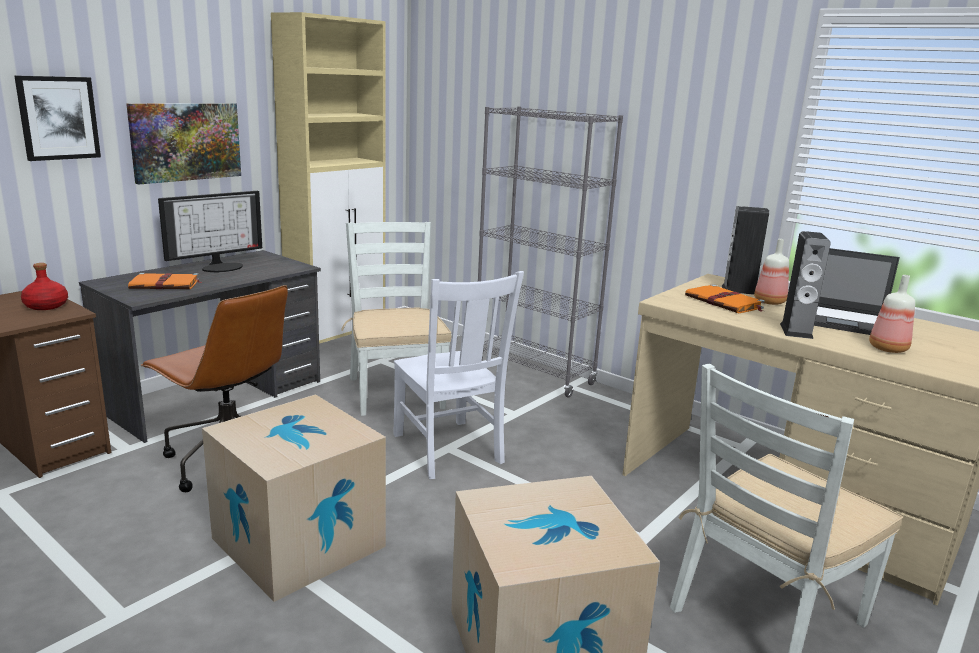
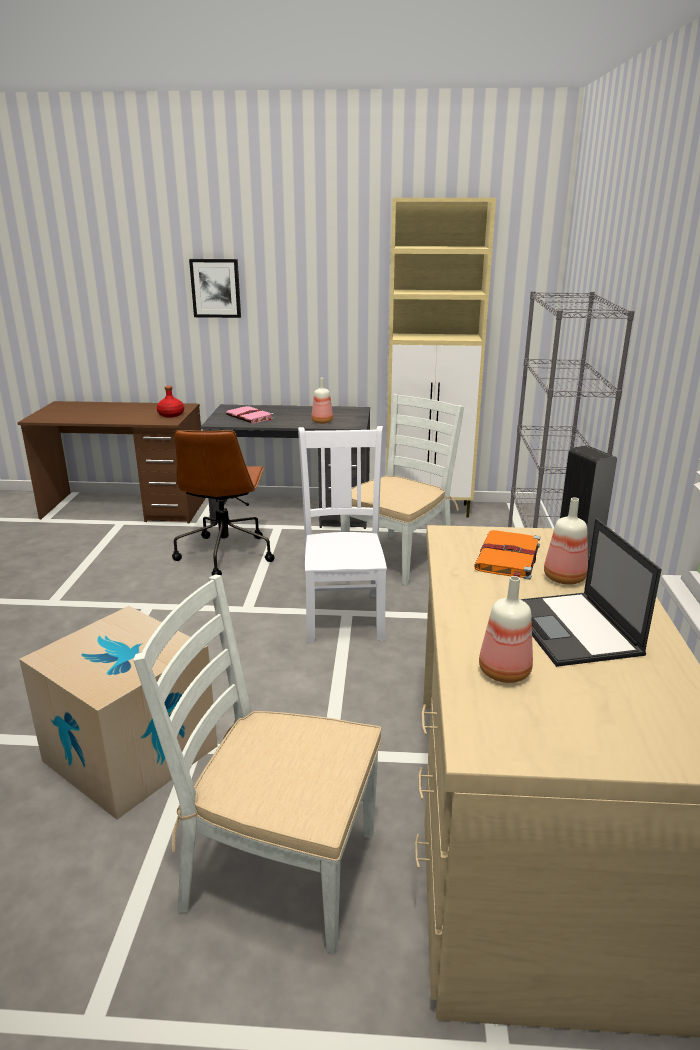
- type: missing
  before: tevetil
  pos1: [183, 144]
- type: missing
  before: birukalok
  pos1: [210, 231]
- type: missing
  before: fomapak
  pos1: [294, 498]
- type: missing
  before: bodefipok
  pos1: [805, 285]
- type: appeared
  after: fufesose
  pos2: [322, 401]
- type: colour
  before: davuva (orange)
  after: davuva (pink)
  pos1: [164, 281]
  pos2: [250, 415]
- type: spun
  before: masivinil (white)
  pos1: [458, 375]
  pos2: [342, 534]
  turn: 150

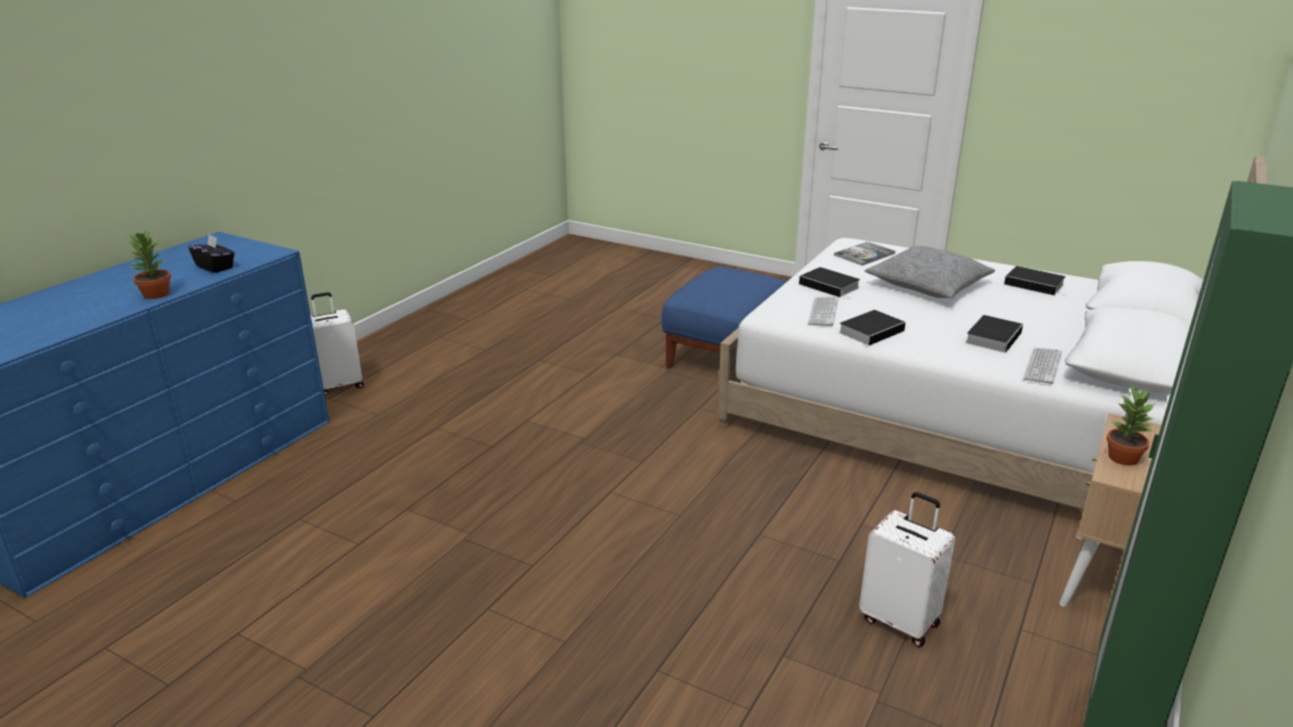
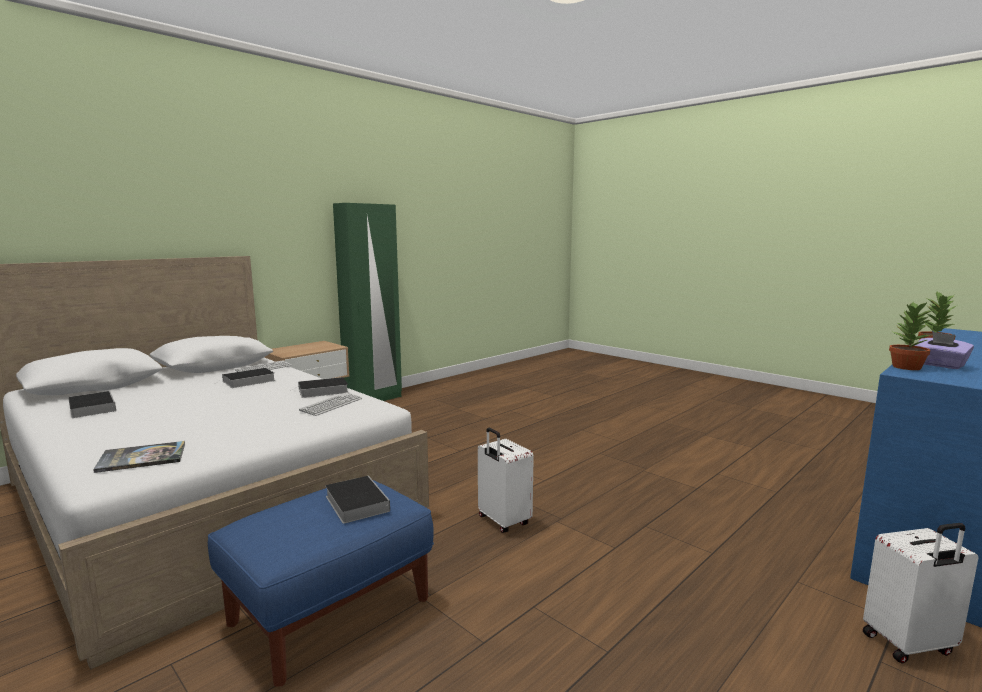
- type: missing
  before: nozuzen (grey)
  pos1: [930, 272]
- type: relocated
  before: davuva
  pos1: [829, 283]
  pos2: [357, 500]
- type: relocated
  before: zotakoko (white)
  pos1: [907, 569]
  pos2: [506, 480]
- type: relocated
  before: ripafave
  pos1: [1130, 425]
  pos2: [911, 335]
- type: colour
  before: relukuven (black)
  after: relukuven (purple)
  pos1: [212, 254]
  pos2: [944, 350]

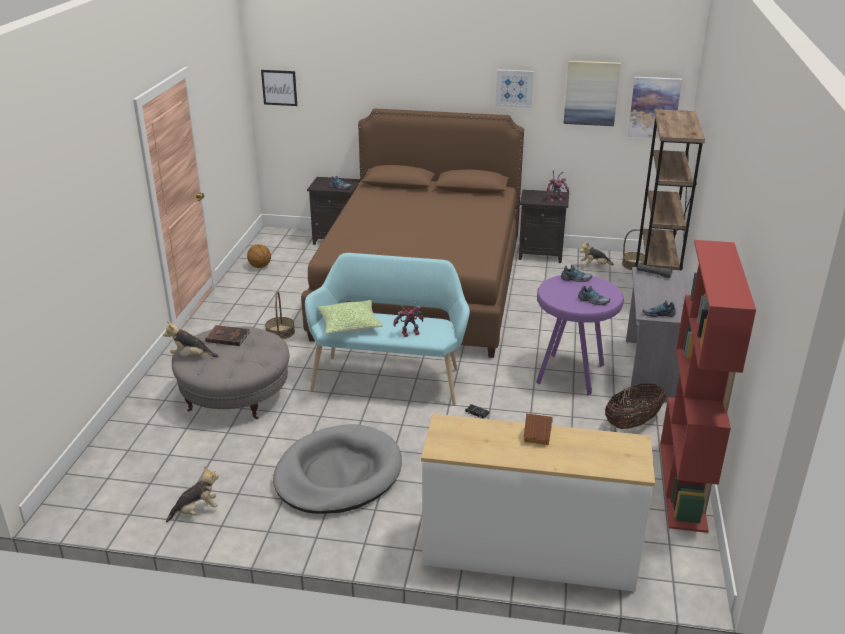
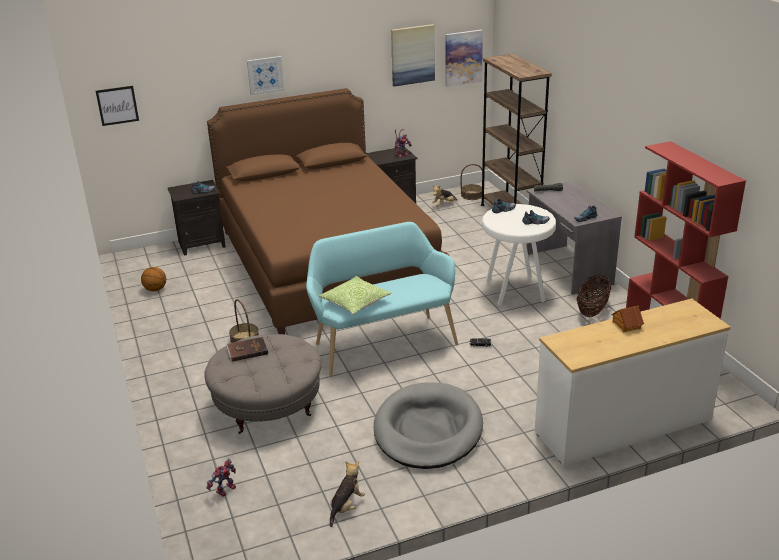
- type: missing
  before: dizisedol
  pos1: [191, 339]
- type: relocated
  before: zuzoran
  pos1: [408, 319]
  pos2: [221, 477]
- type: relocated
  before: tevetil
  pos1: [514, 89]
  pos2: [265, 75]
- type: colour
  before: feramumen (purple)
  after: feramumen (white)
  pos1: [580, 335]
  pos2: [519, 255]

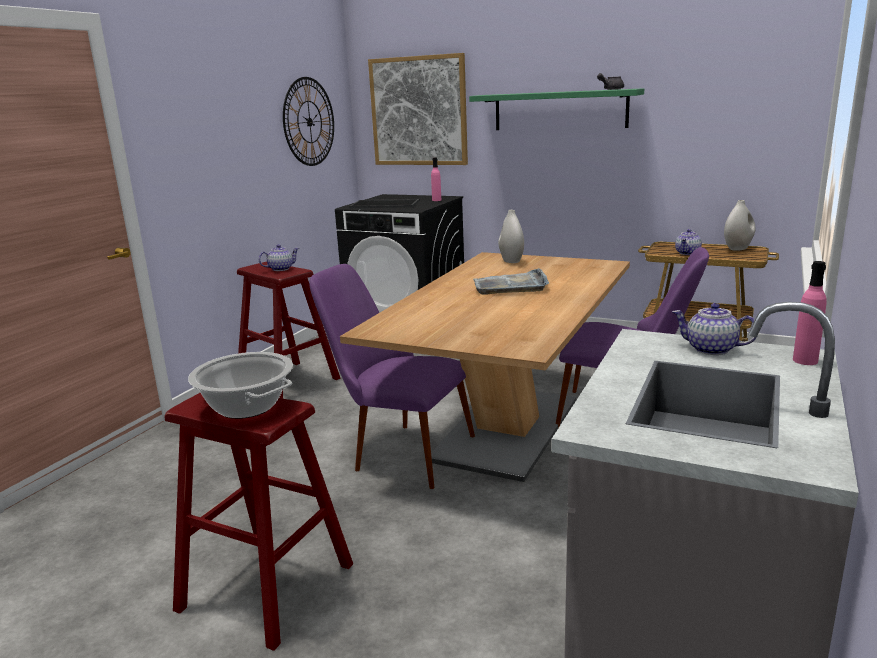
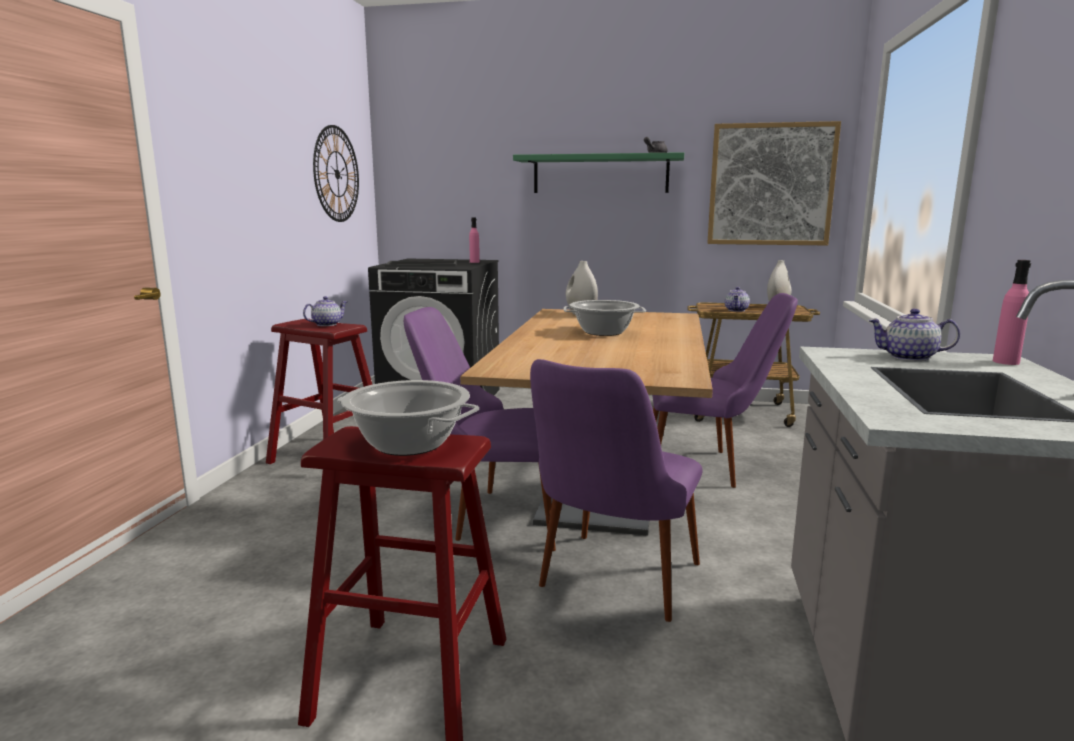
- type: appeared
  after: masivinil (purple)
  pos2: [616, 490]
- type: relocated
  before: tevetil
  pos1: [418, 109]
  pos2: [774, 183]
- type: exchanged
  before: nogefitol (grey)
  after: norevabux
  pos1: [511, 281]
  pos2: [605, 318]

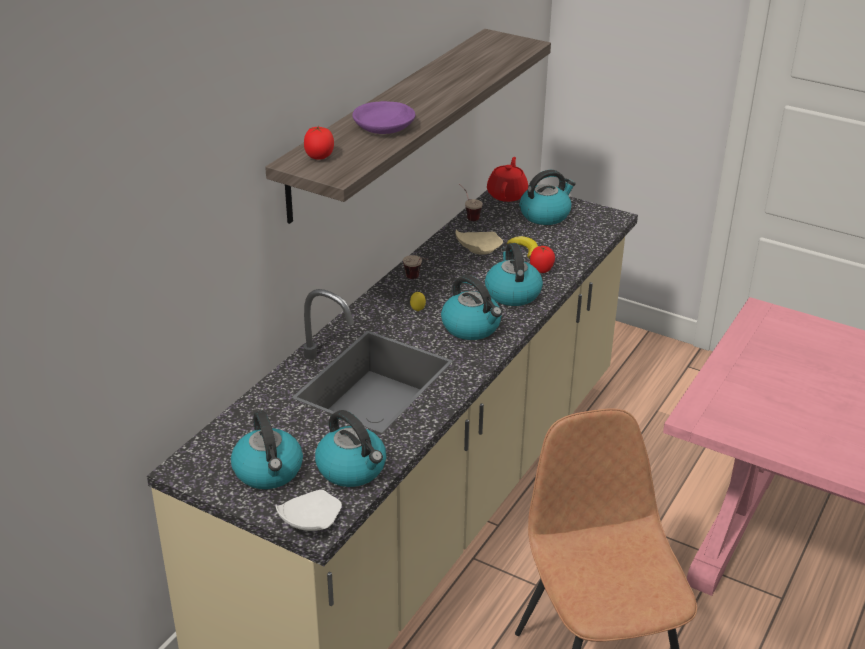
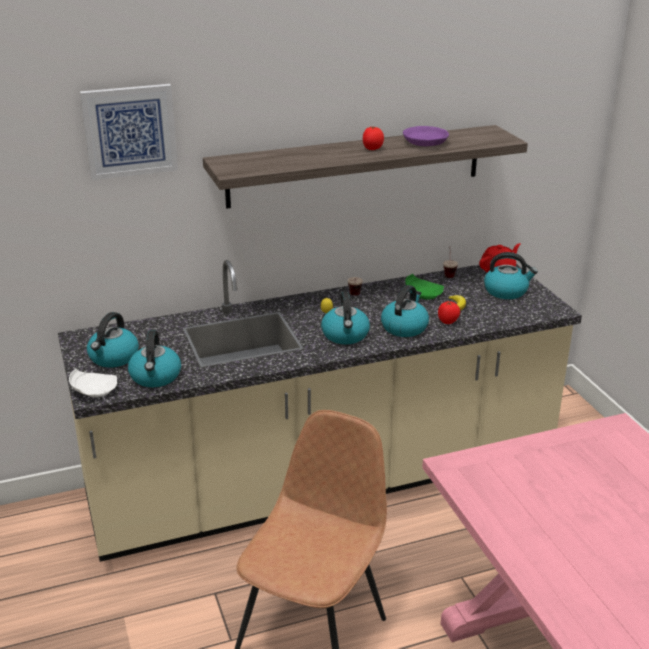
- type: appeared
  after: tevetil
  pos2: [129, 132]
- type: relocated
  before: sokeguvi
  pos1: [319, 143]
  pos2: [373, 138]
- type: relocated
  before: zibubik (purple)
  pos1: [383, 117]
  pos2: [426, 136]
- type: colour
  before: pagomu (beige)
  after: pagomu (green)
  pos1: [479, 242]
  pos2: [424, 287]

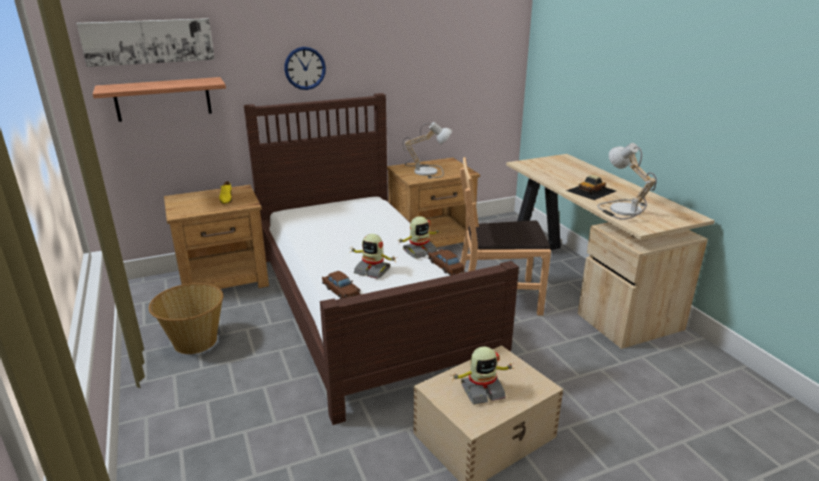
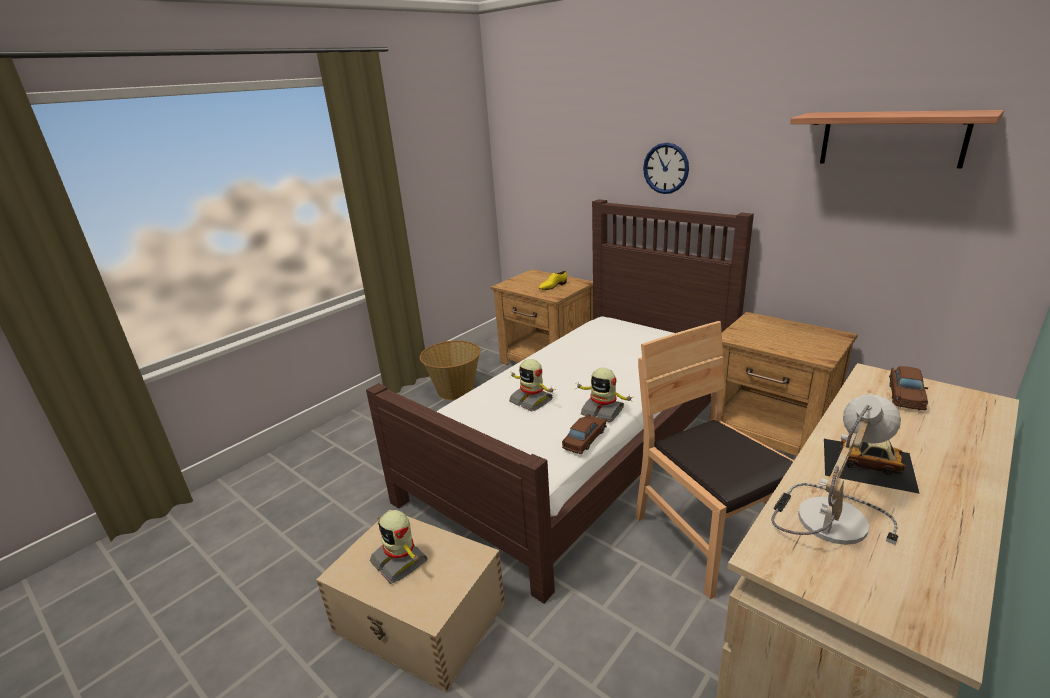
- type: missing
  before: tevetil
  pos1: [146, 42]
- type: missing
  before: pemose
  pos1: [427, 150]
- type: relocated
  before: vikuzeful
  pos1: [159, 99]
  pos2: [897, 139]
- type: relocated
  before: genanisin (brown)
  pos1: [341, 285]
  pos2: [908, 388]
- type: spun
  before: zuzoran
  pos1: [373, 256]
  pos2: [532, 385]
  turn: -45

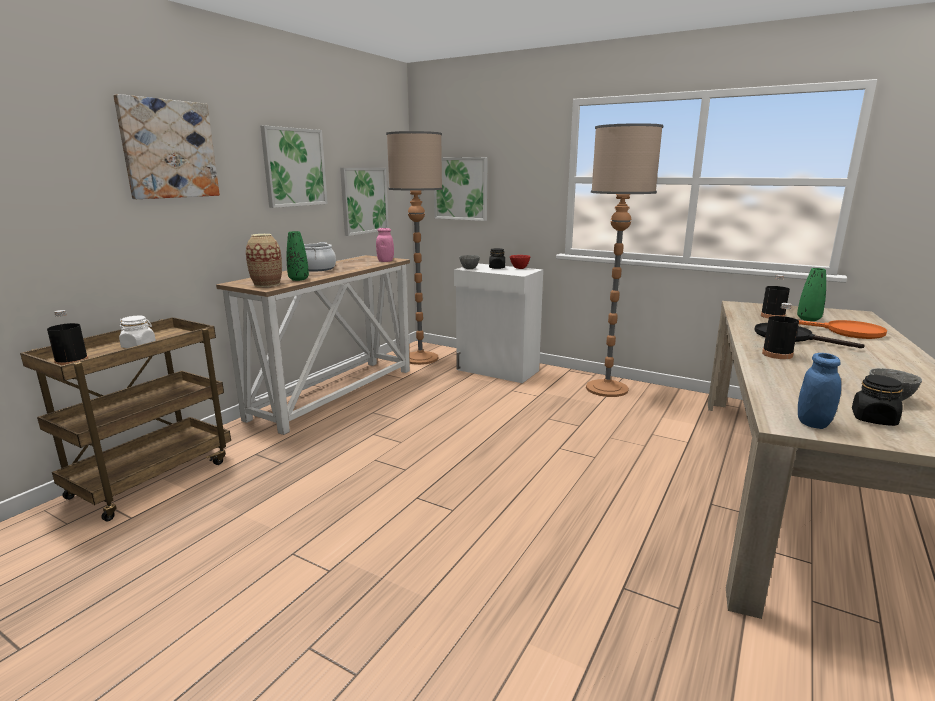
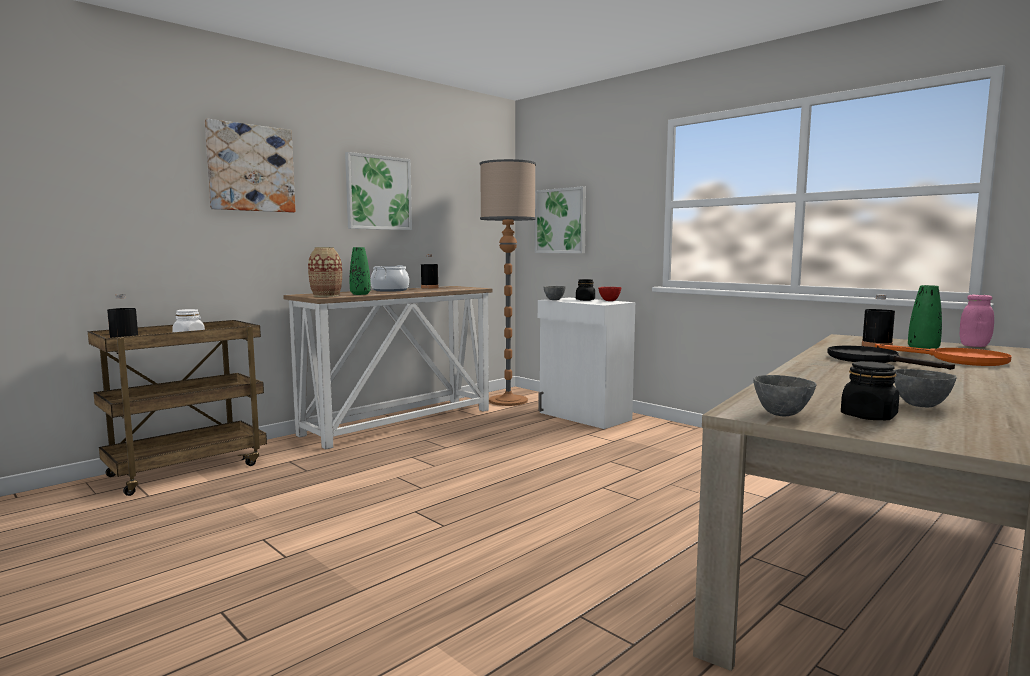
- type: missing
  before: tevetil
  pos1: [364, 202]
- type: missing
  before: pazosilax
  pos1: [624, 260]
- type: relocated
  before: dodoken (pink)
  pos1: [385, 245]
  pos2: [977, 320]
- type: relocated
  before: fufesose (black)
  pos1: [780, 331]
  pos2: [430, 271]
- type: exchanged
  before: dodoken (blue)
  after: zibubik (grey)
  pos1: [819, 391]
  pos2: [784, 395]

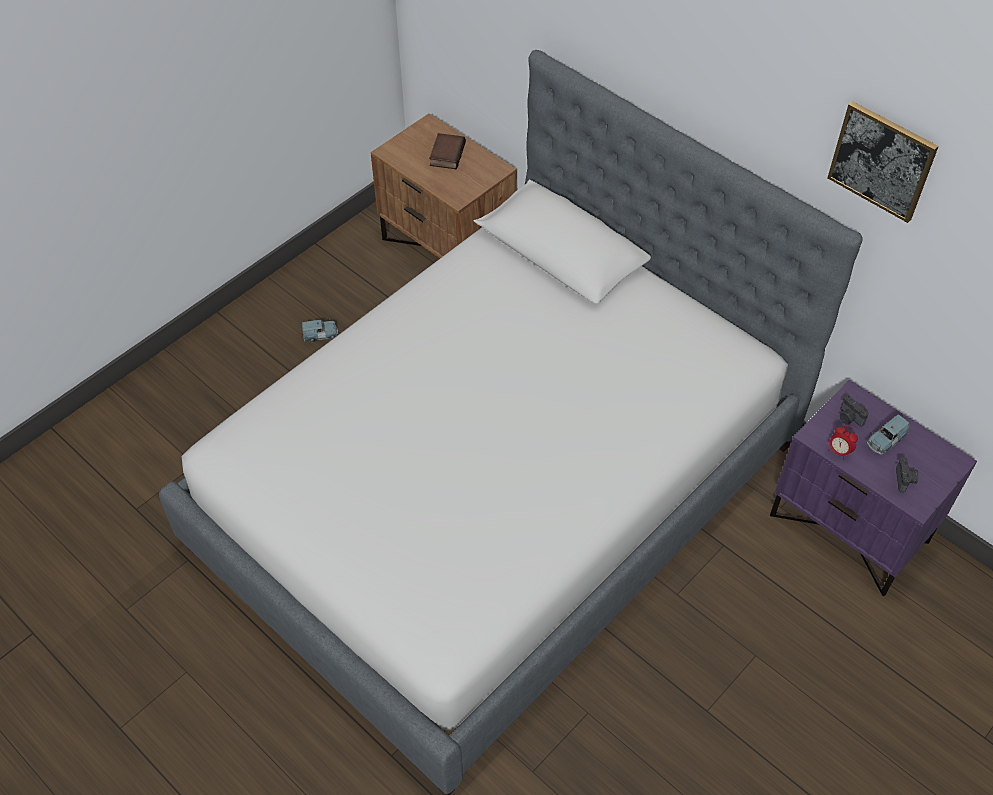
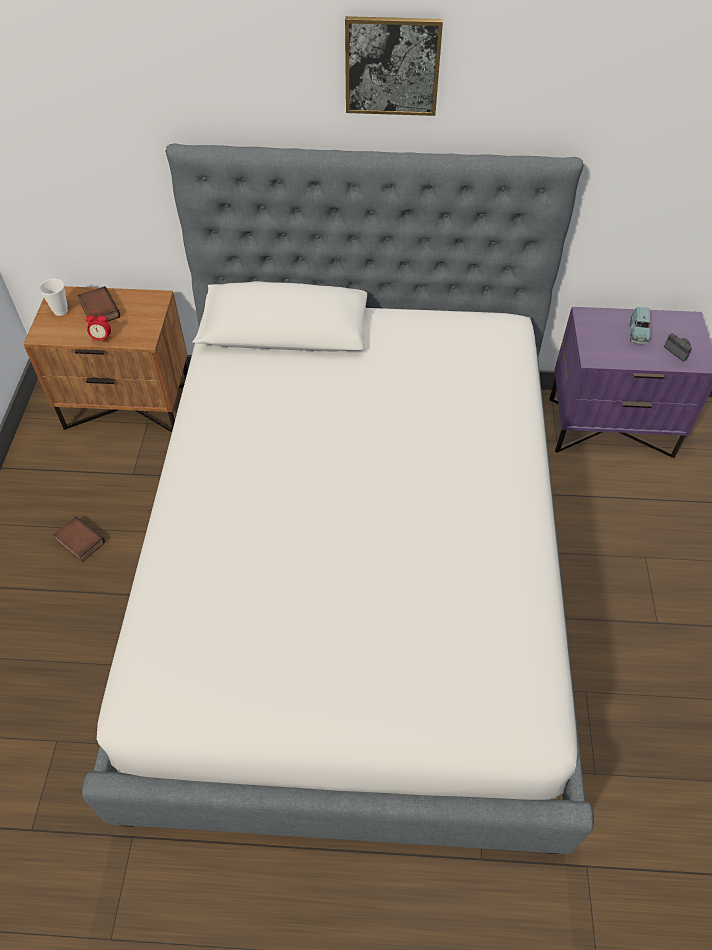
- type: missing
  before: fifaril
  pos1: [854, 411]
- type: appeared
  after: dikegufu
  pos2: [53, 297]
- type: relocated
  before: tevetil
  pos1: [883, 162]
  pos2: [394, 66]
- type: relocated
  before: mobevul
  pos1: [843, 443]
  pos2: [98, 326]
- type: exchanged
  before: genanisin (blue)
  after: davuva
  pos1: [320, 330]
  pos2: [79, 539]

